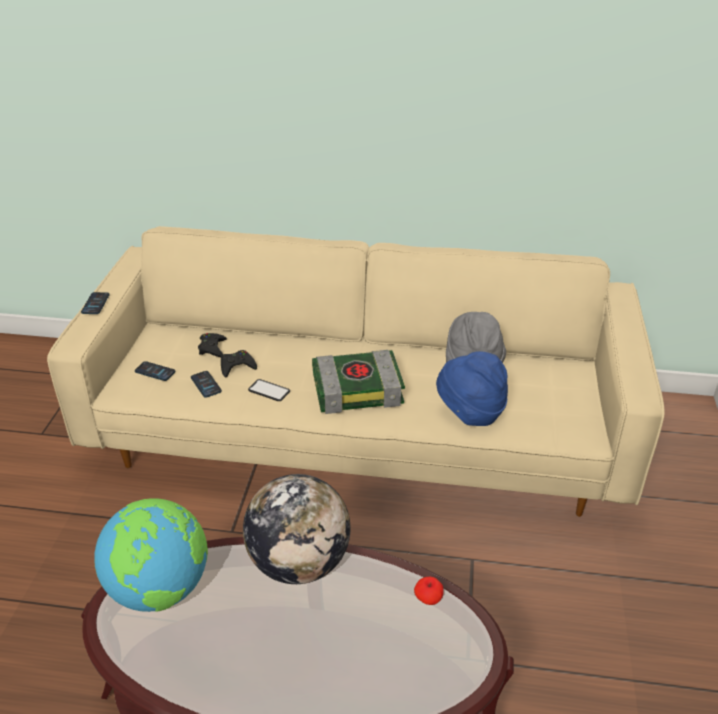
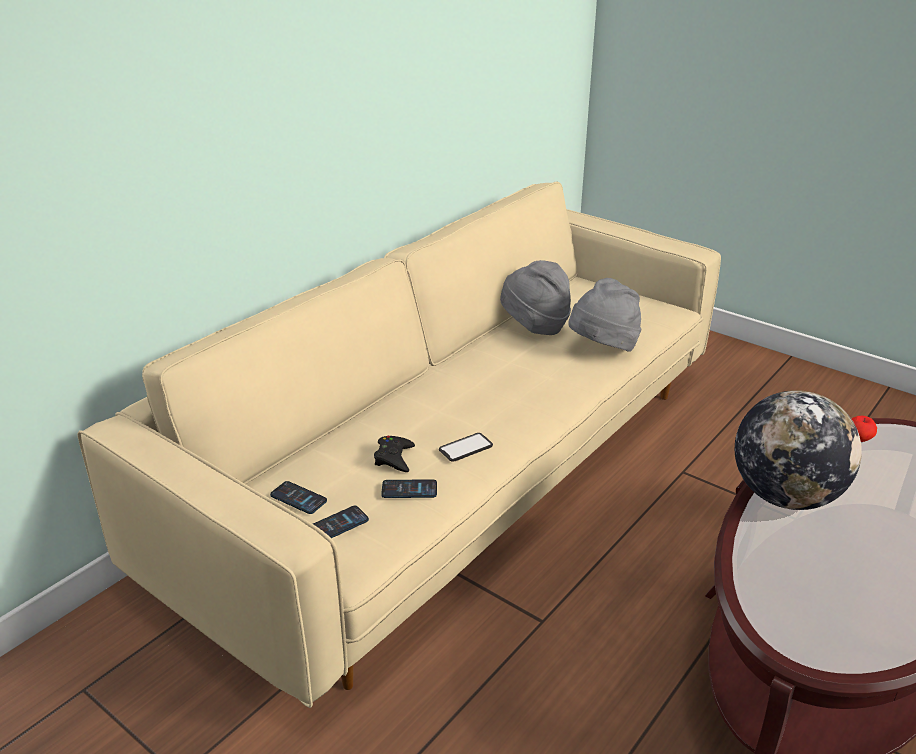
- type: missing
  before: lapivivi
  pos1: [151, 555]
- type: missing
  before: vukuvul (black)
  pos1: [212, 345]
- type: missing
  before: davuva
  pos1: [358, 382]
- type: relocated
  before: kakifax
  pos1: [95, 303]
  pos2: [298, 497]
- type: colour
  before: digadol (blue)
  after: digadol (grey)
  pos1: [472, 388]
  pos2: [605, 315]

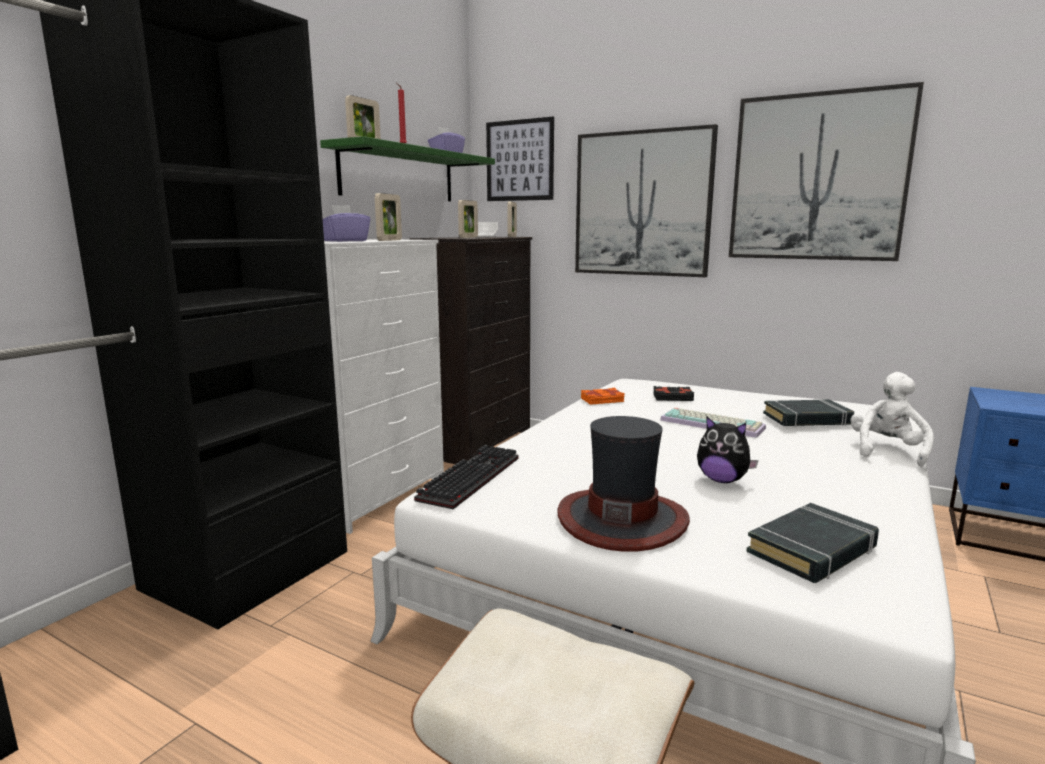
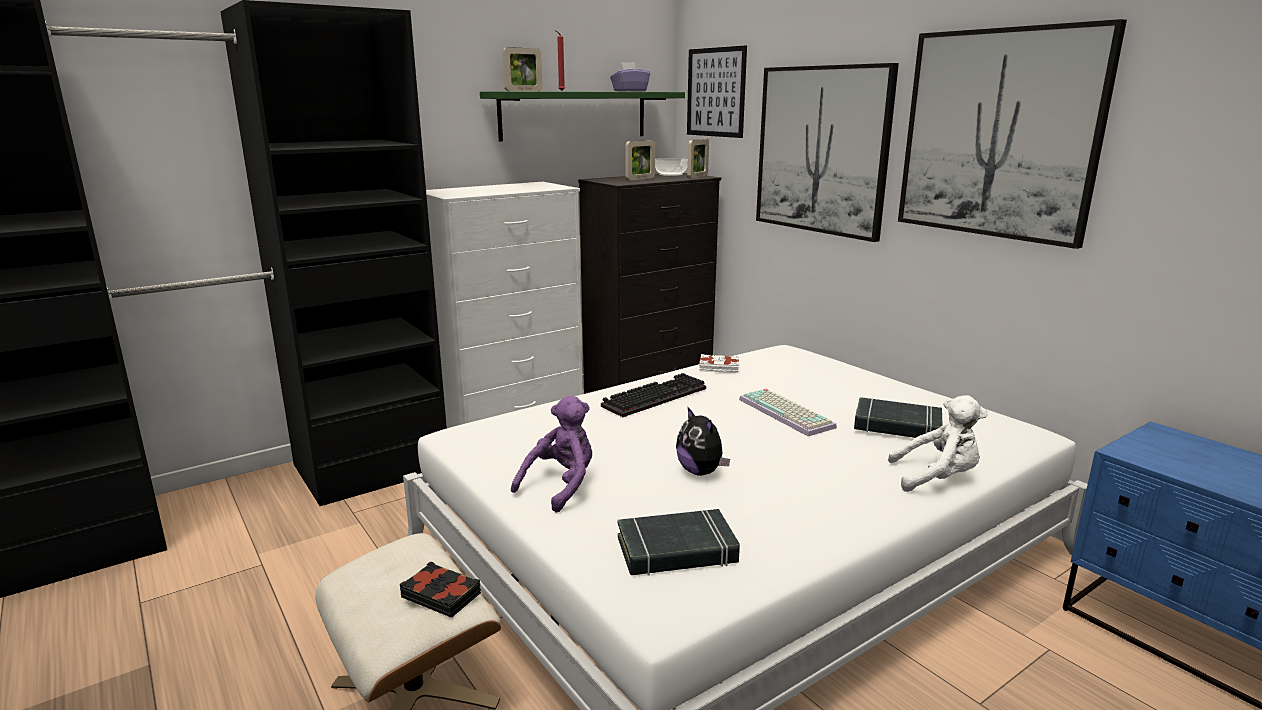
- type: missing
  before: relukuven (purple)
  pos1: [346, 223]
- type: missing
  before: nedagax
  pos1: [388, 217]
- type: relocated
  before: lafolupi
  pos1: [466, 477]
  pos2: [653, 395]
- type: relocated
  before: davuva (black)
  pos1: [673, 393]
  pos2: [440, 589]
- type: exchanged
  before: digadol
  after: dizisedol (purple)
  pos1: [623, 484]
  pos2: [551, 454]
- type: colour
  before: davuva (orange)
  after: davuva (white)
  pos1: [603, 396]
  pos2: [719, 363]
- type: spun
  before: dizisedol (white)
  pos1: [892, 419]
  pos2: [937, 443]
  turn: 45

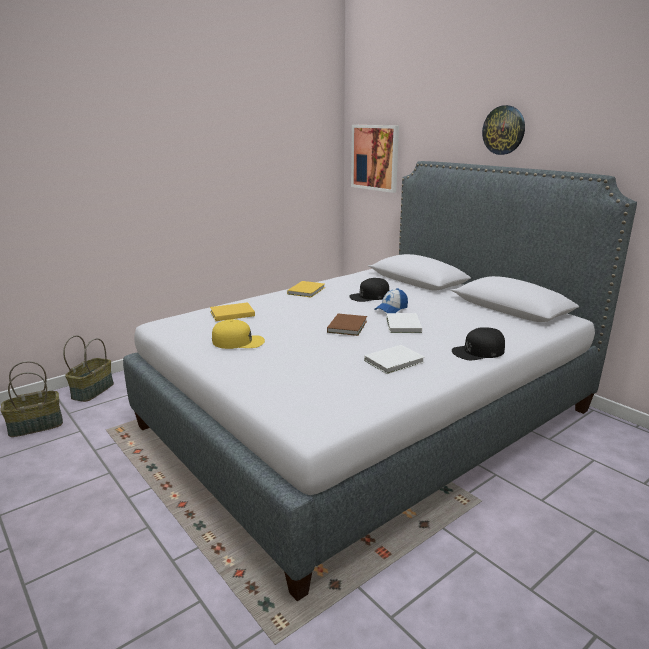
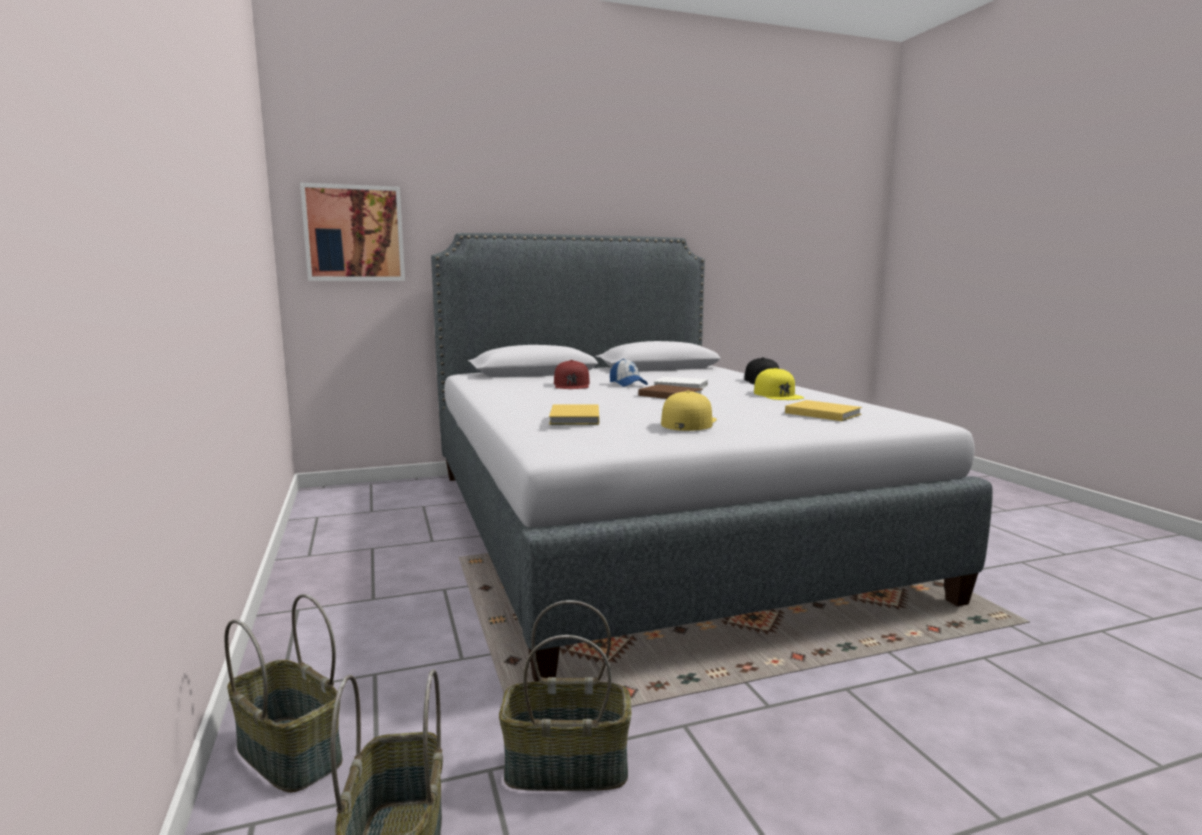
- type: missing
  before: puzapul
  pos1: [503, 130]
- type: appeared
  after: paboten
  pos2: [565, 695]
- type: relocated
  before: davuva (yellow)
  pos1: [306, 289]
  pos2: [823, 410]
- type: exchanged
  before: davuva (white)
  after: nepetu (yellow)
  pos1: [394, 359]
  pos2: [779, 384]
- type: colour
  before: nepetu (black)
  after: nepetu (red)
  pos1: [369, 290]
  pos2: [572, 374]

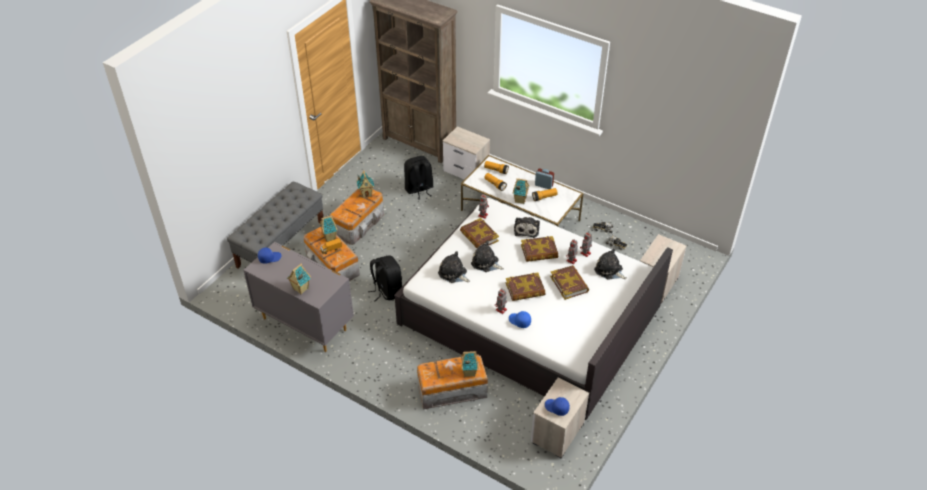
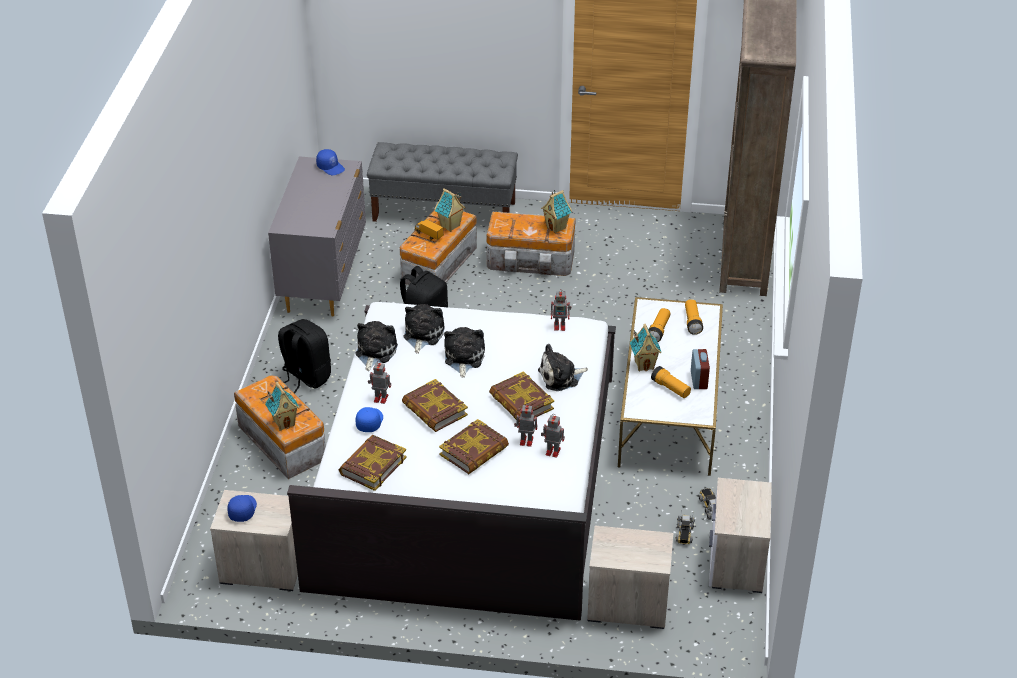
- type: missing
  before: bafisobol
  pos1: [299, 279]
- type: relocated
  before: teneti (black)
  pos1: [419, 178]
  pos2: [304, 356]
- type: relocated
  before: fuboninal
  pos1: [466, 153]
  pos2: [740, 535]
- type: relocated
  before: davuva
  pos1: [479, 233]
  pos2: [373, 462]
- type: relocated
  before: dizisedol
  pos1: [610, 264]
  pos2: [376, 346]

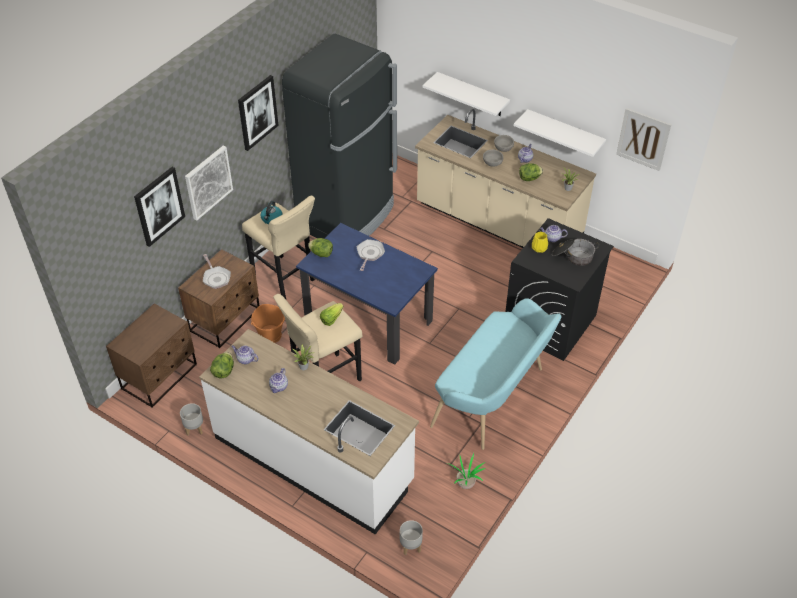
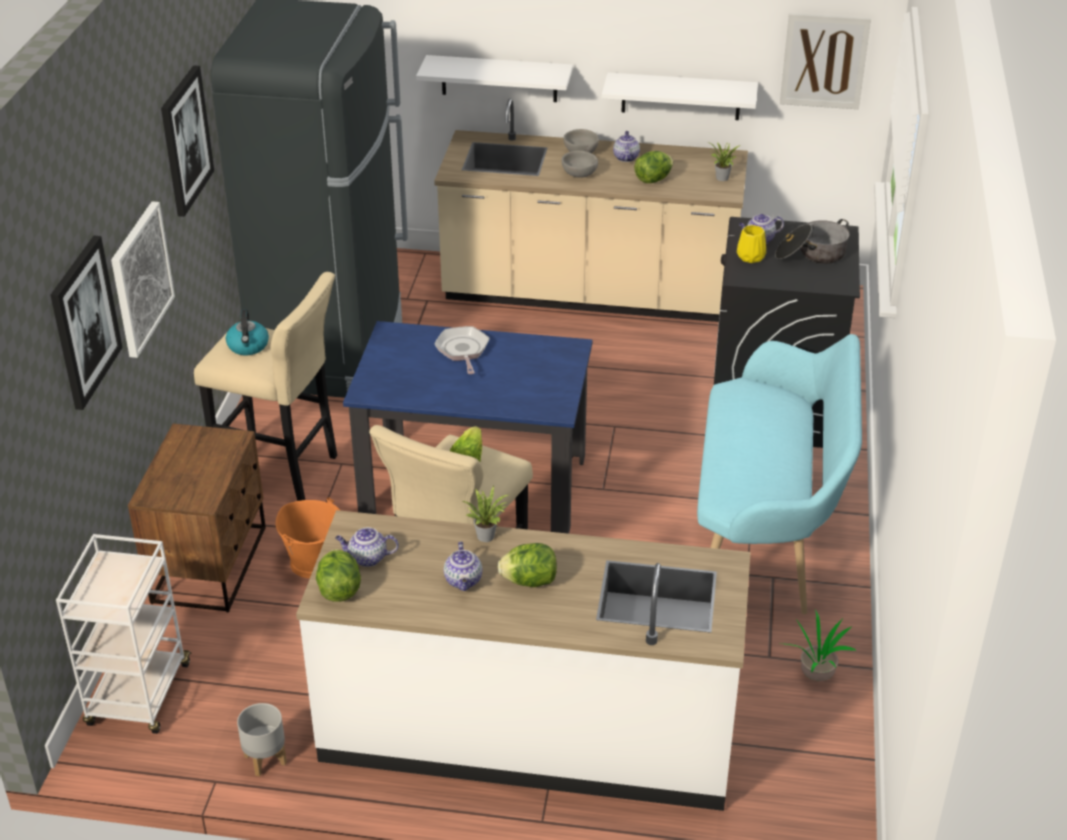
- type: missing
  before: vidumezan
  pos1: [217, 271]
- type: missing
  before: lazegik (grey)
  pos1: [411, 537]
- type: relocated
  before: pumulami
  pos1: [320, 247]
  pos2: [527, 565]
- type: exchanged
  before: fuboninal (brown)
  after: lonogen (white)
  pos1: [151, 355]
  pos2: [124, 634]

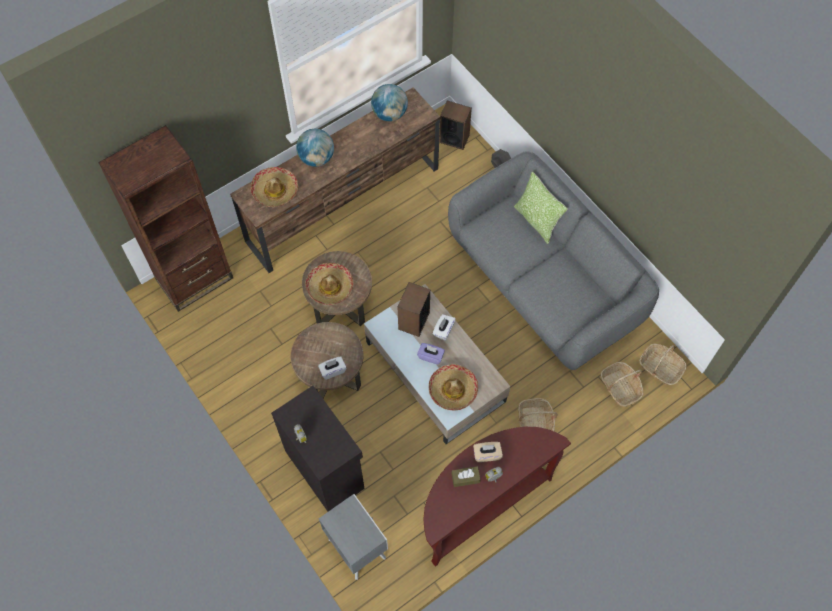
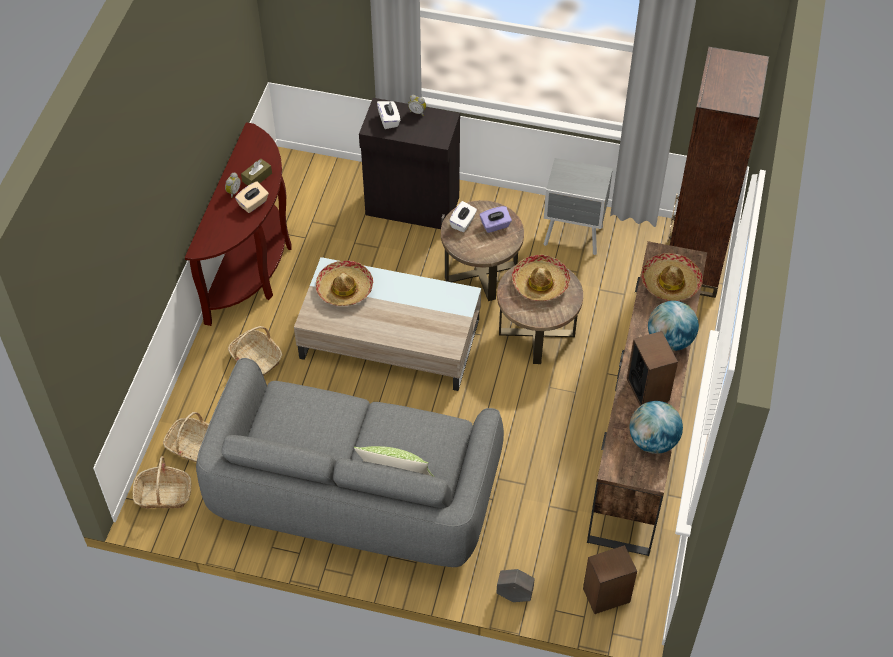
- type: relocated
  before: fuboninal (grey)
  pos1: [353, 537]
  pos2: [578, 206]
- type: relocated
  before: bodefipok
  pos1: [414, 309]
  pos2: [652, 368]
- type: relocated
  before: relukuven (purple)
  pos1: [431, 353]
  pos2: [496, 219]
- type: relocated
  before: relukuven (white)
  pos1: [444, 327]
  pos2: [388, 114]

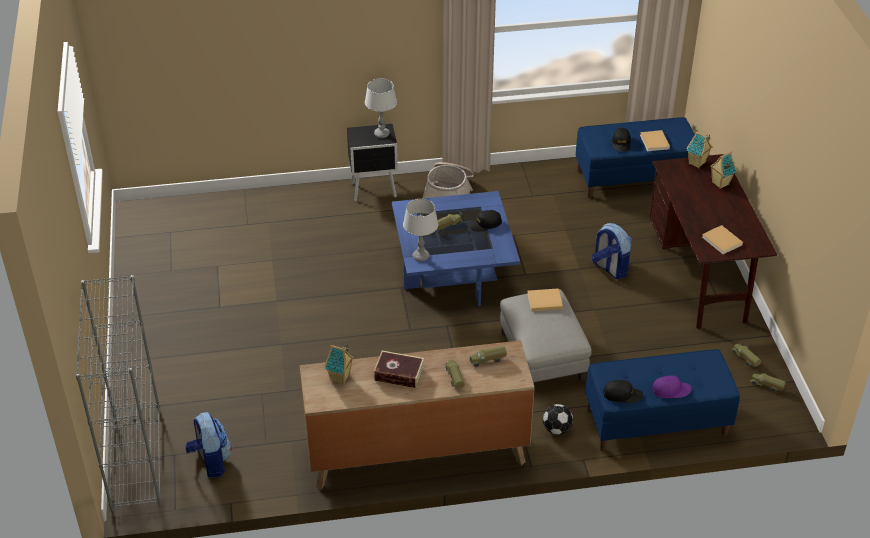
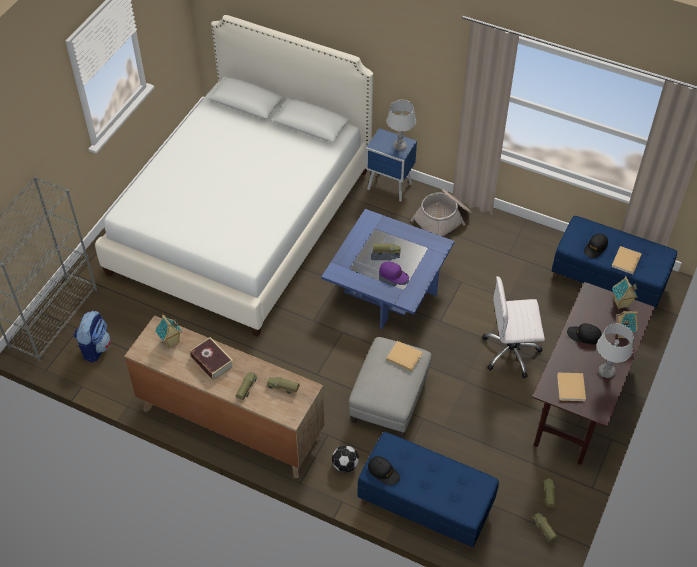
- type: appeared
  after: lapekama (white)
  pos2: [234, 176]
- type: relocated
  before: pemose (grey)
  pos1: [420, 230]
  pos2: [615, 351]
- type: relocated
  before: nepetu (black)
  pos1: [485, 220]
  pos2: [584, 333]
- type: relocated
  before: nepetu (purple)
  pos1: [671, 387]
  pos2: [394, 273]
- type: exchanged
  before: teneti
  after: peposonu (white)
  pos1: [611, 251]
  pos2: [513, 327]
- type: colour
  before: fuboninal (black)
  after: fuboninal (blue)
  pos1: [372, 162]
  pos2: [391, 165]

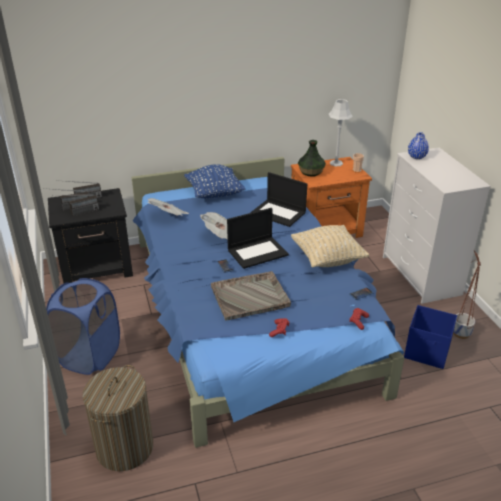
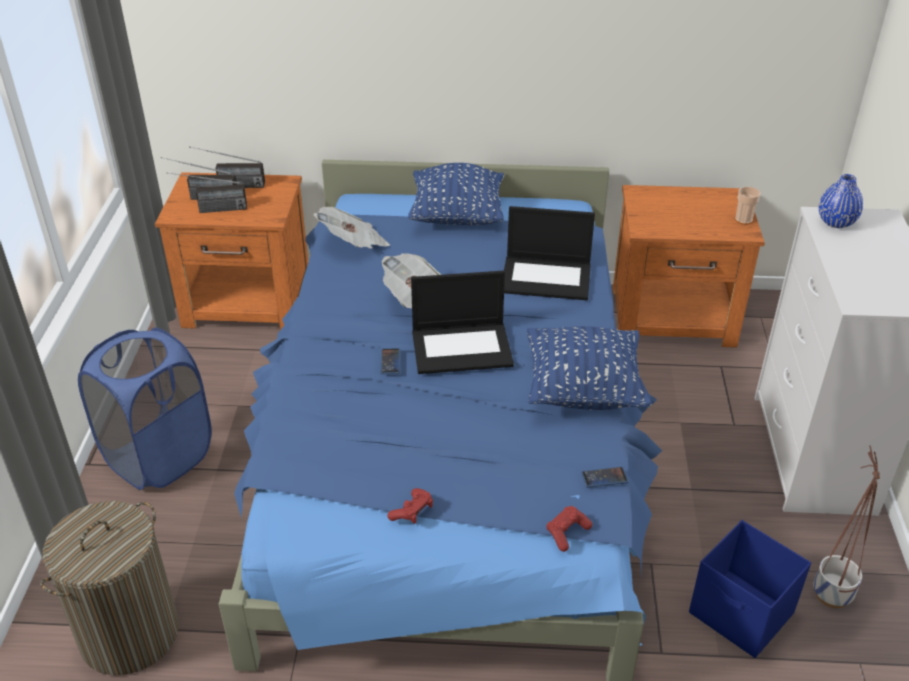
- type: missing
  before: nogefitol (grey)
  pos1: [251, 296]
- type: missing
  before: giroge
  pos1: [312, 158]
- type: missing
  before: pemose (grey)
  pos1: [341, 132]
- type: colour
  before: fuboninal (black)
  after: fuboninal (orange)
  pos1: [90, 235]
  pos2: [231, 251]
- type: colour
  before: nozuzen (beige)
  after: nozuzen (blue)
  pos1: [330, 246]
  pos2: [589, 368]
- type: spun
  before: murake
  pos1: [279, 199]
  pos2: [549, 253]
  turn: -45

